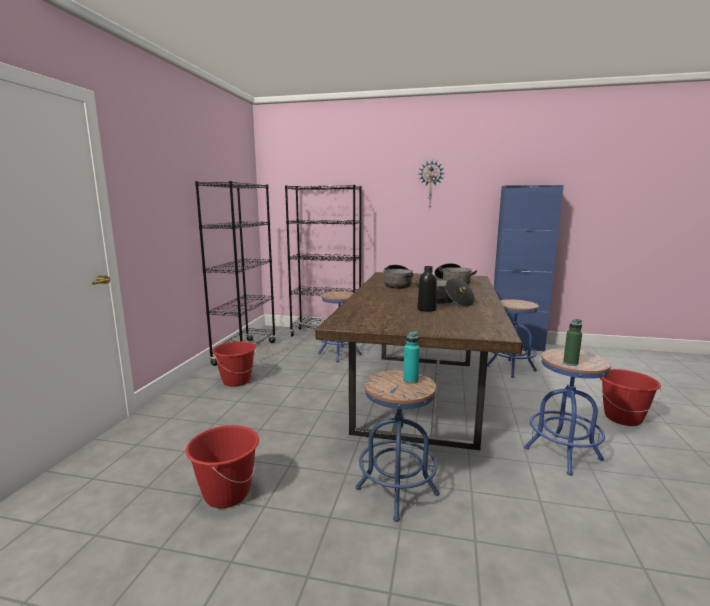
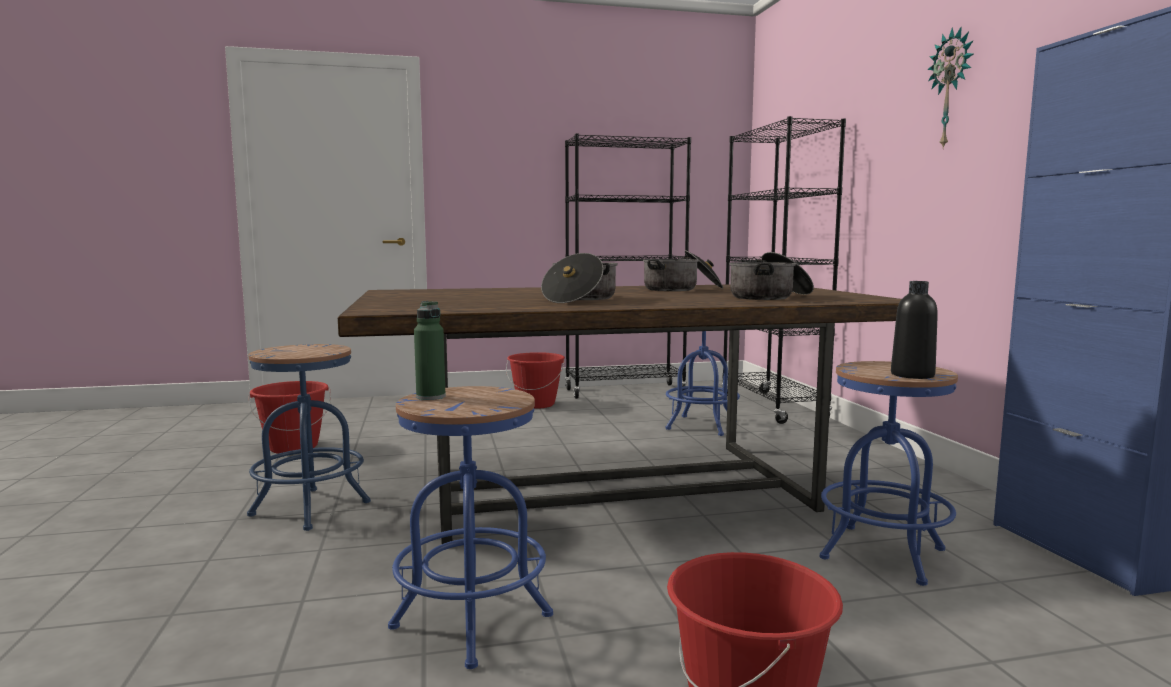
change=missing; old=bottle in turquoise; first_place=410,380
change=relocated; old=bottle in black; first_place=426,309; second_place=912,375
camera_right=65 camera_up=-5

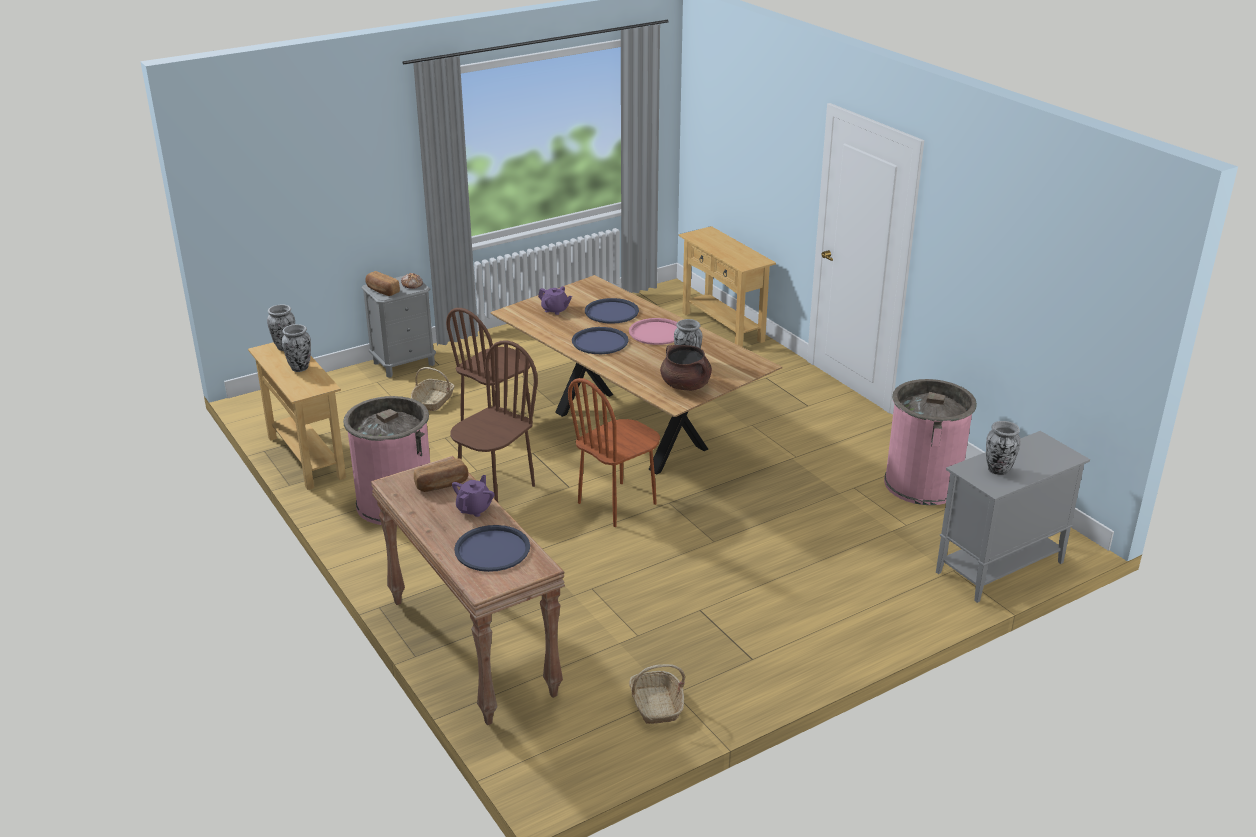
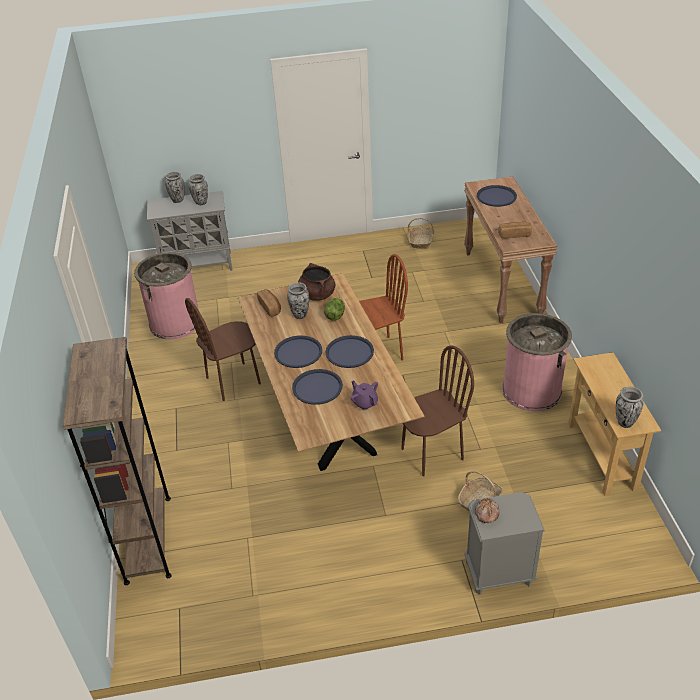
change=relocated; old=vase; first_place=300,368; second_place=178,200
change=relocated; old=bread; first_place=382,291; second_place=270,307
change=relocated; old=chair in brown; first_place=496,489; second_place=233,381
change=missing; old=teapot in purple; first_place=474,508
change=colour; old=tray in pink; new=tray in blue; first_place=656,332; second_place=298,352
change=exchanged; old=console table in beige; new=bookcase in brown; first_place=722,327; second_place=148,539
change=appeared; new=lettuce; second_place=335,315
camera_right=-155 camera_up=10

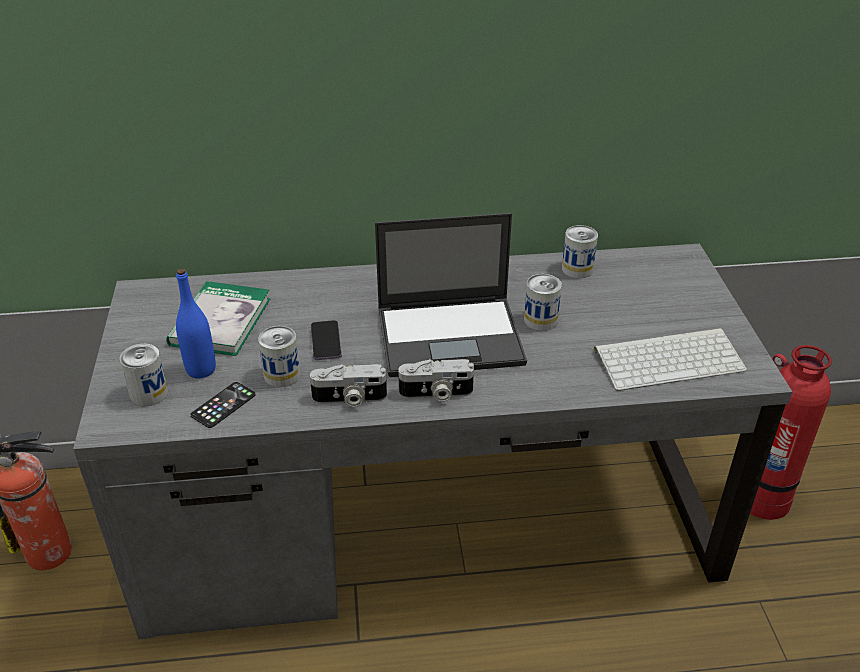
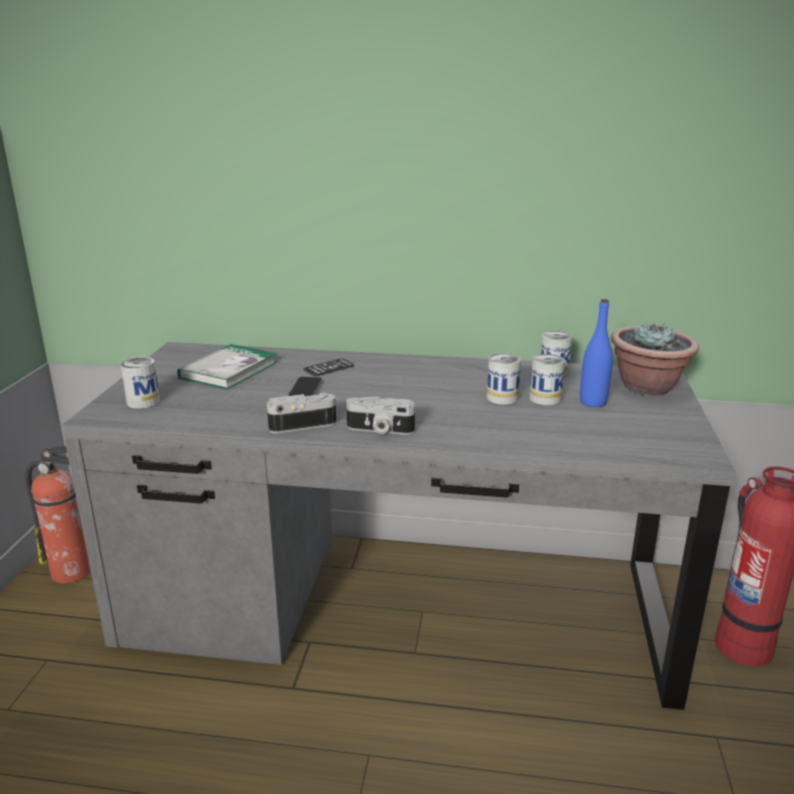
change=relocated; old=bottle in blue; first_place=201,369; second_place=593,402
change=relocated; old=phone; first_place=223,405; second_place=329,368
change=relocated; old=can; first_place=282,375; second_place=545,398
change=spun; old=photo camera; first_place=349,399; second_place=302,424; degrees=150
change=missing; old=laptop; first_place=451,336
change=missing; old=keyboard; first_place=670,358
change=appeared; new=potted plant; second_place=647,387
camera_right=15 camera_up=-15

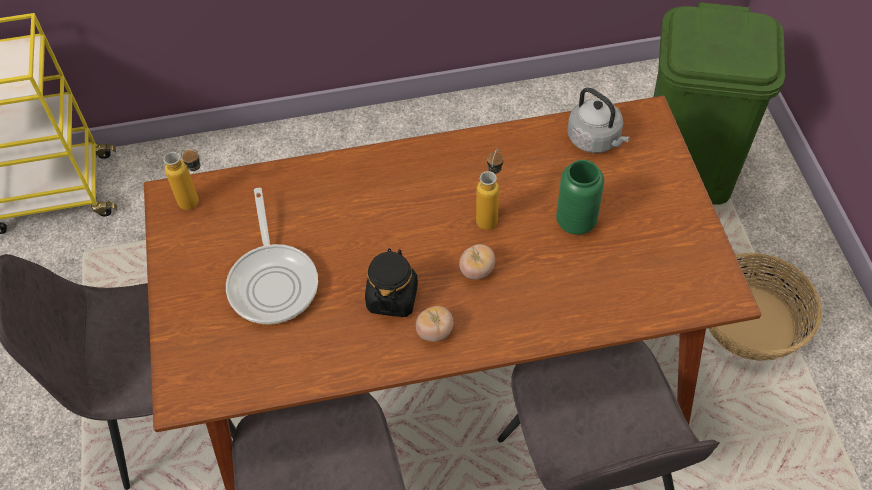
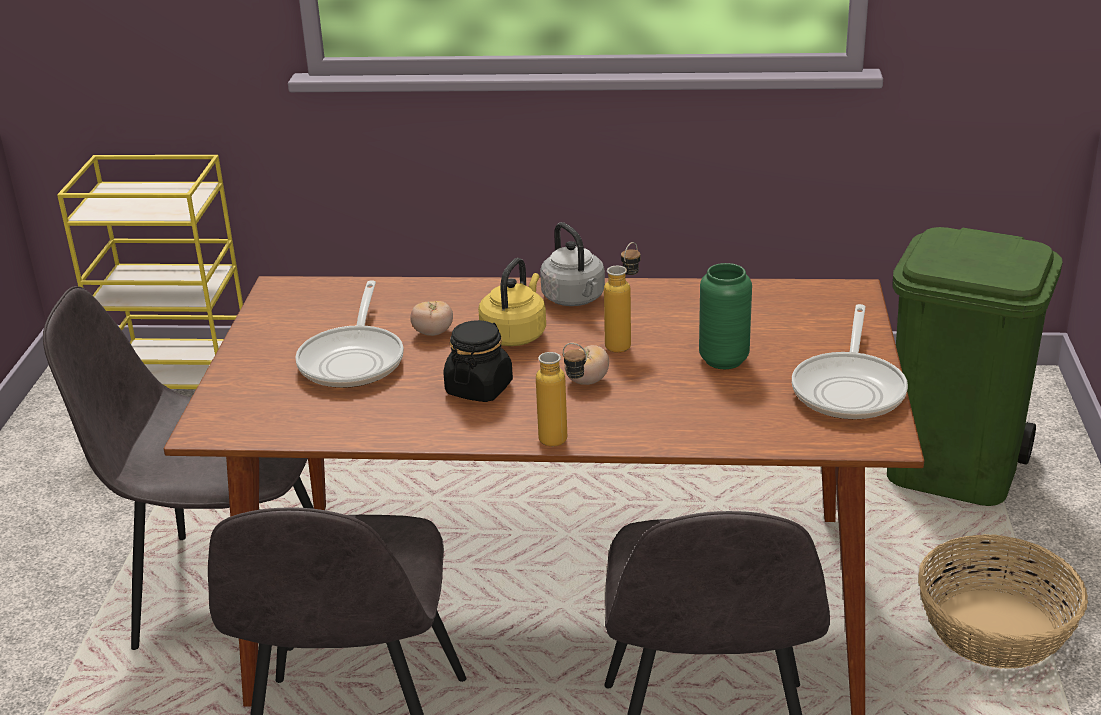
change=relocated; old=bottle; first_place=197,203; second_place=564,442
change=relocated; old=tomato; first_place=435,332; second_place=433,333
change=relocated; old=kettle in grey; first_place=596,140; second_place=575,299
change=appeared; new=kettle in yellow; second_place=515,334
change=appeared; new=frying pan; second_place=850,389
camera_right=15 camera_up=-25

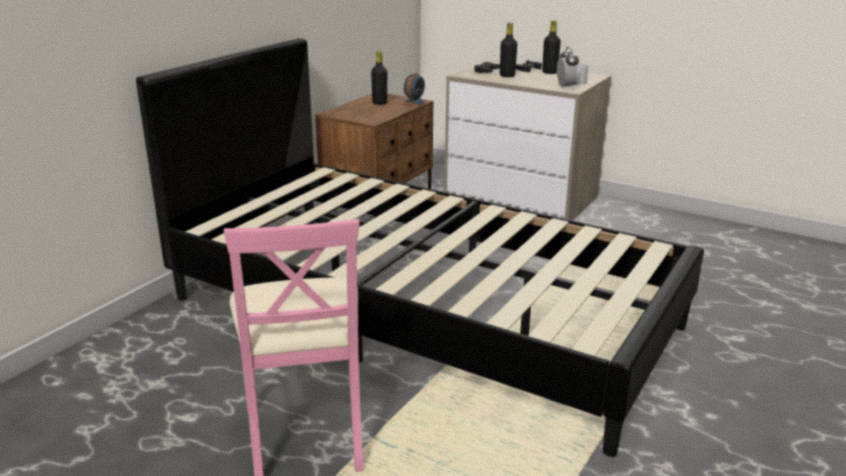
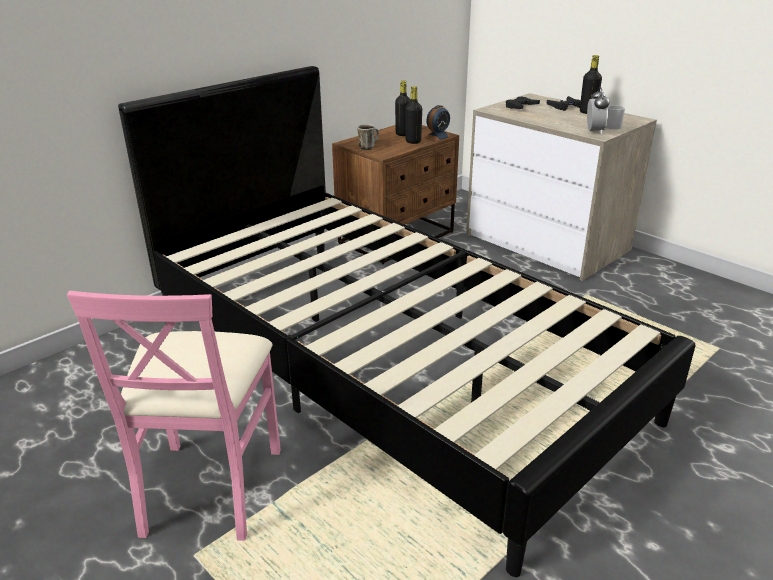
change=relocated; old=bottle in black; first_place=507,76; second_place=413,141
change=appeared; new=mug; second_place=368,147
camera_right=15 camera_up=5

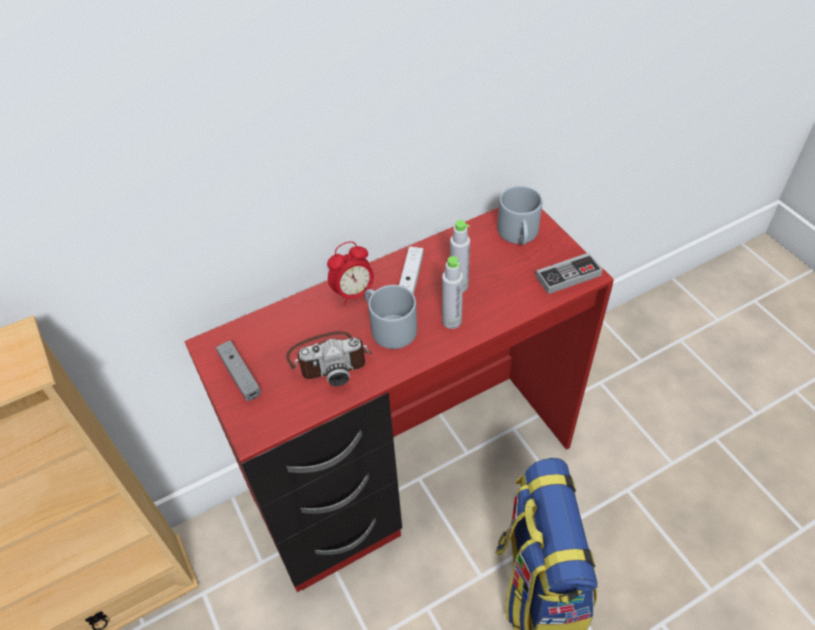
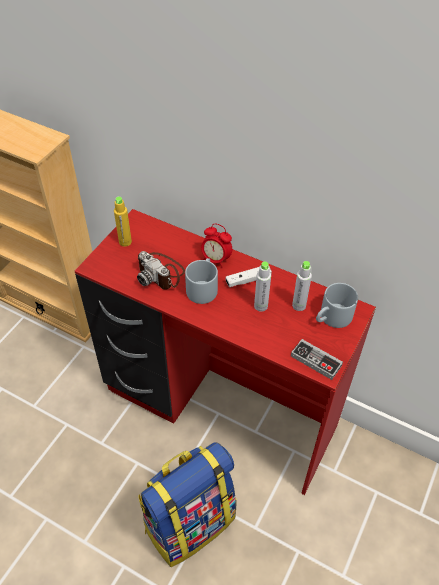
change=exchanged; old=game controller in grey; new=bottle in yellow; first_place=240,375; second_place=125,242
change=relocated; old=bottle in grey; first_place=451,321; second_place=299,305
camera_right=55 camera_up=0

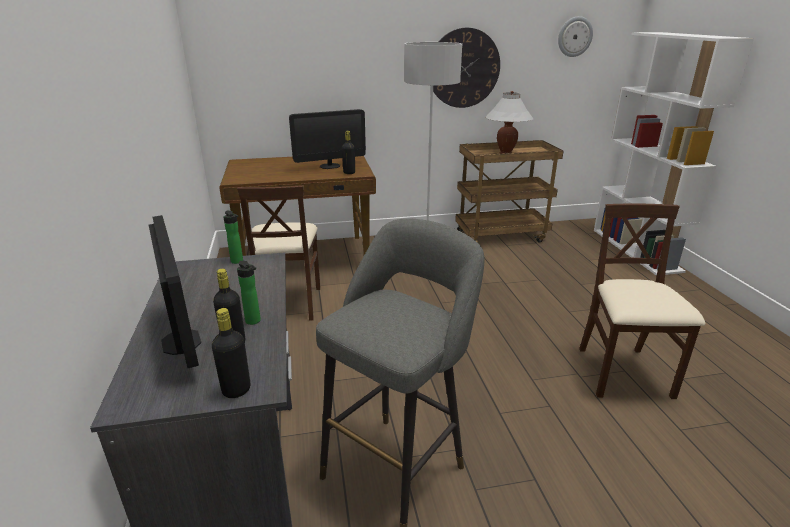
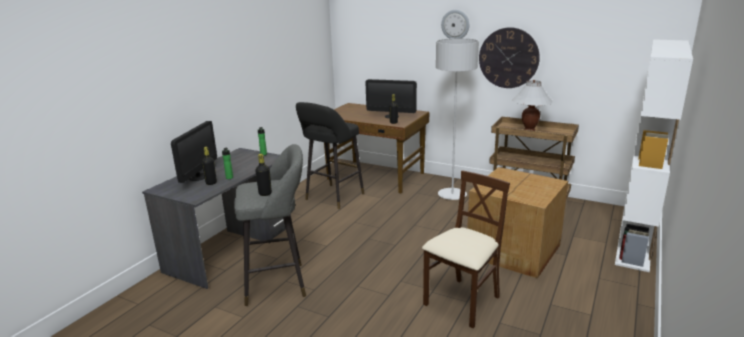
change=relocated; old=bottle in black; first_place=236,390; second_place=265,194
change=exchanged; old=chair in beige; new=stool in black; first_place=289,303; second_place=332,197
change=relocated; old=wall clock; first_place=574,36; second_place=455,24
change=appeared; new=cardboard box; second_place=515,250
camera_right=40 camera_up=-5

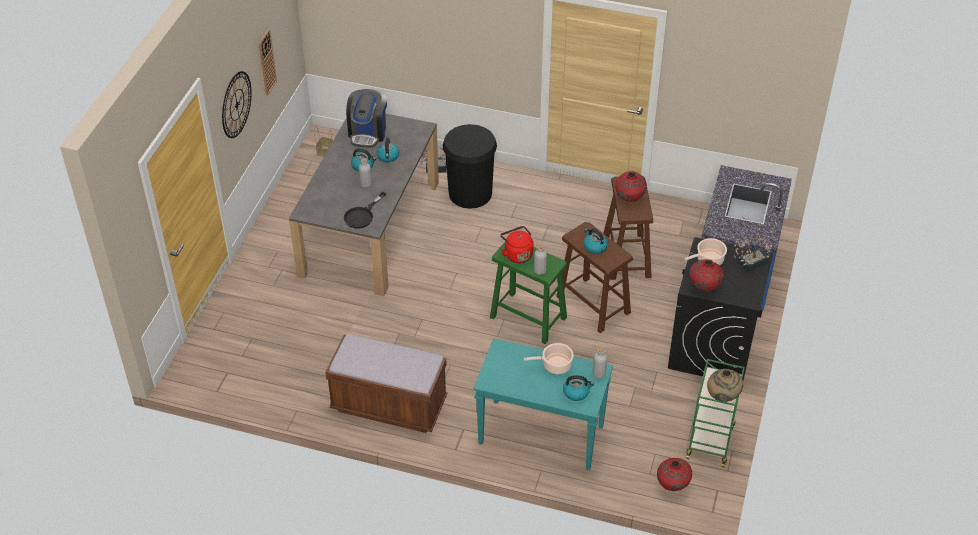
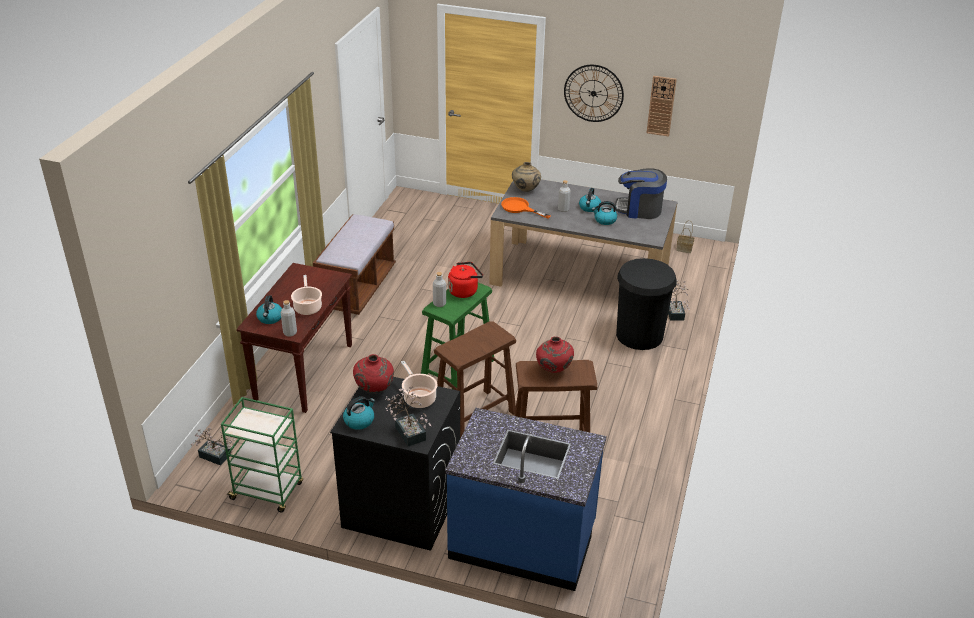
change=colour; old=frying pan in black; new=frying pan in orange; first_place=362,215; second_place=519,208
change=colour; old=console table in turquoise; new=console table in brown; first_place=540,435; second_place=304,372
change=relocated; old=kettle; first_place=594,247; second_place=359,420
change=exchanged; old=vase in red; new=potted plant; first_place=672,485; second_place=217,457
change=relocated; old=vase in beige; first_place=722,397; second_place=525,190
camera_right=90 camera_up=-10

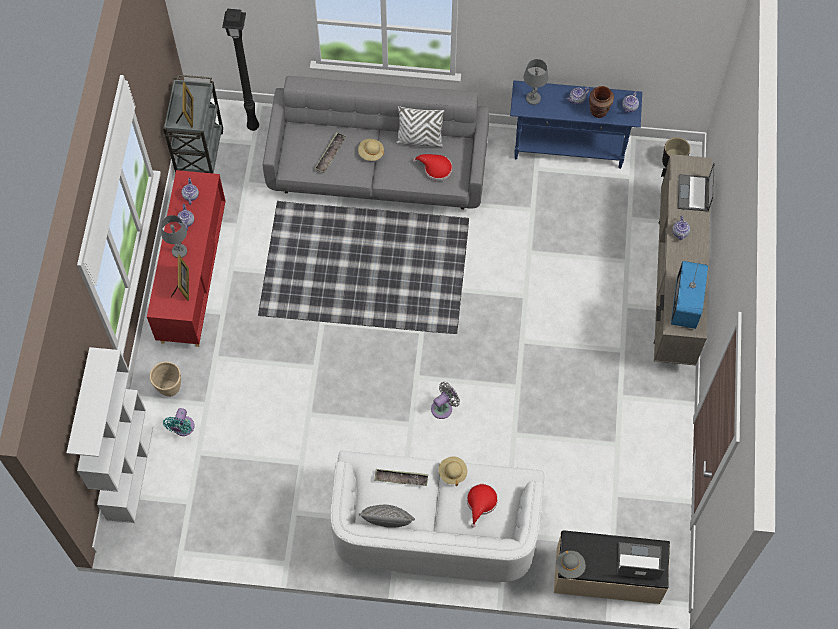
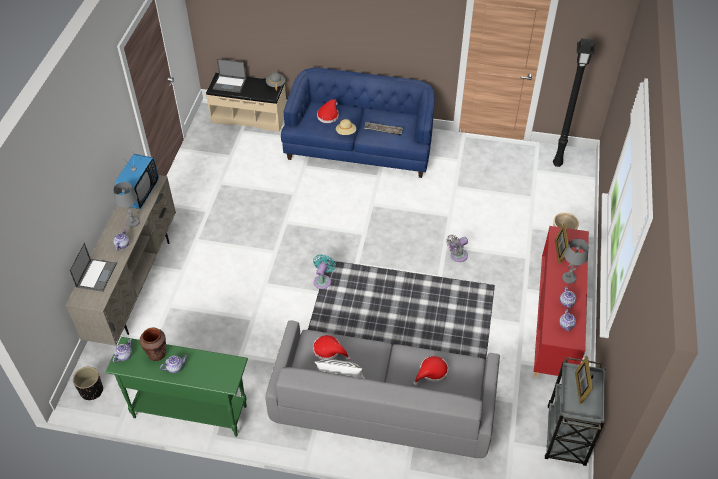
change=missing; old=bookcase in white; first_place=129,472
change=relocated; old=fan in turquoise; first_place=182,428; second_place=323,280
change=relocated; old=floor lamp in black; first_place=254,126; second_place=556,164
change=exchanged; old=tray; new=hat in red; first_place=330,154; second_place=432,372
change=colour; old=sofa in white; new=sofa in blue; first_place=435,526; second_place=360,147
change=missing; old=hat in beige; first_place=371,153
change=missing; old=pillow in grey; first_place=387,523
change=relocated; old=fan in grey; first_place=443,407; second_place=457,256
change=colour; old=console table in blue; new=console table in green; first_place=569,149; second_place=189,411
change=relocated; old=table lamp in grey; first_place=533,98; second_place=132,222
camera_right=-175 camera_up=-15

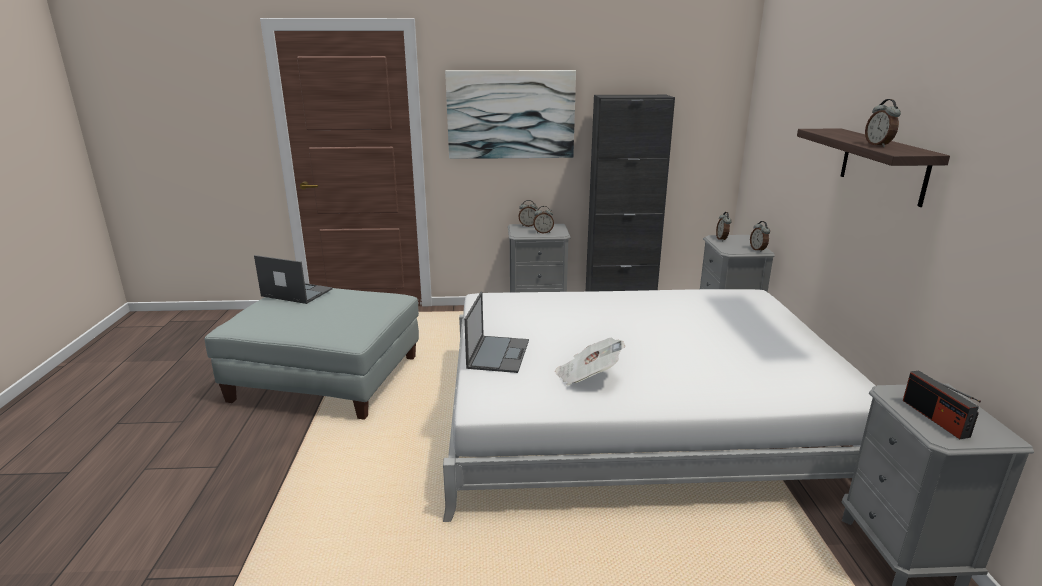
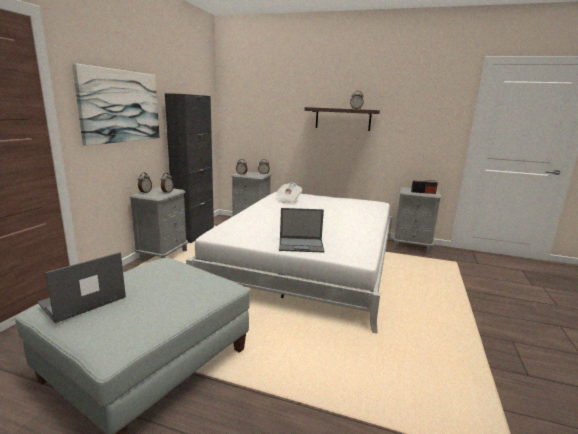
change=spun; old=laptop; first_place=498,353; second_place=301,245; degrees=150
change=relocated; old=newspaper; first_place=587,376; second_place=287,200
camera_right=-70 camera_up=-5

